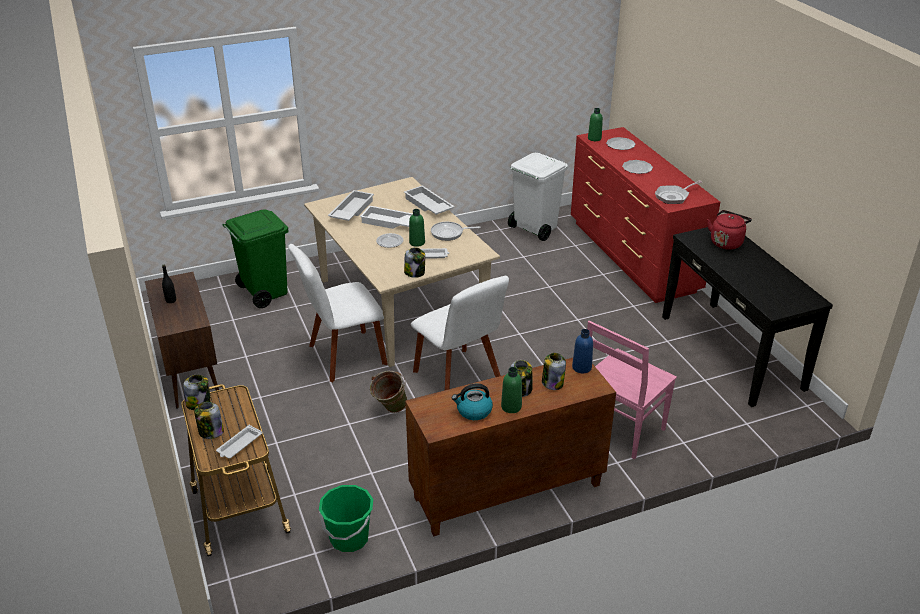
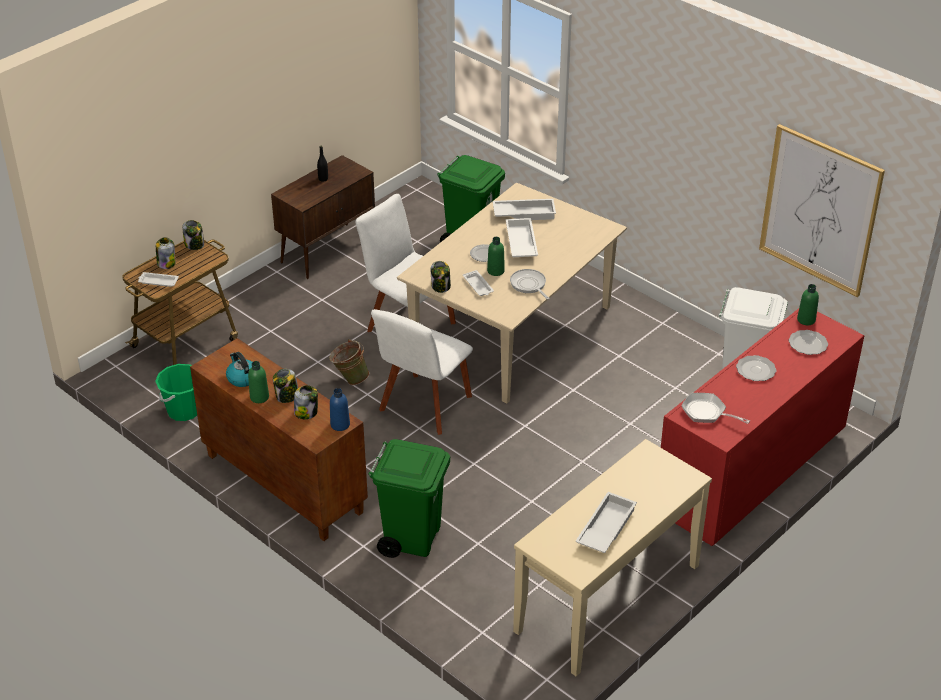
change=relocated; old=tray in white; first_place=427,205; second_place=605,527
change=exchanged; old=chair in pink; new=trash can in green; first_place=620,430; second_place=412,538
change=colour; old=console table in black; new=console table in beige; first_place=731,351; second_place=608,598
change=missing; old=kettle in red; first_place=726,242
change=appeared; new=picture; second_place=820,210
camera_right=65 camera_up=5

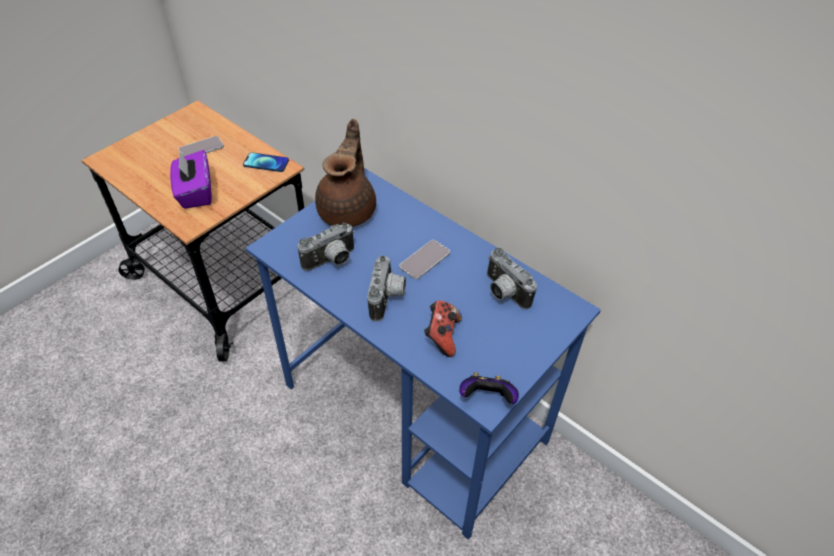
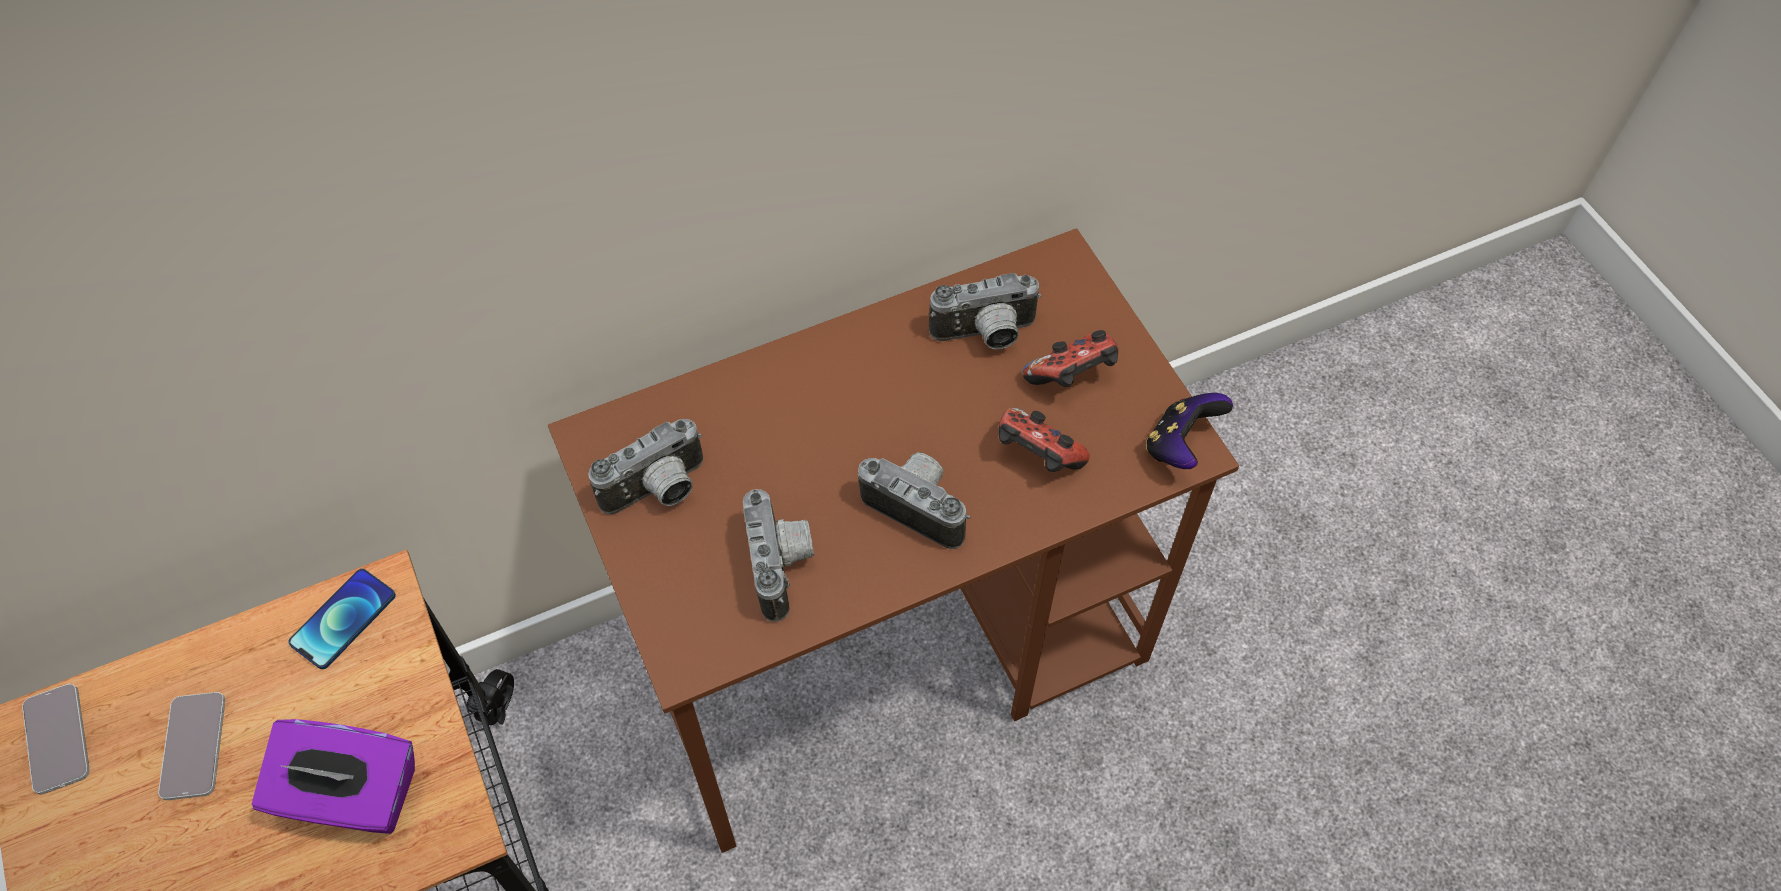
change=colour; old=desk in blue; new=desk in brown; first_place=415,414; second_place=894,647
change=exchanged; old=teapot in brown; new=photo camera; first_place=348,210; second_place=658,491
change=relocated; old=phone; first_place=424,260; second_place=57,739
change=appeared; new=game controller; second_place=1072,377
camera_right=-65 camera_up=10

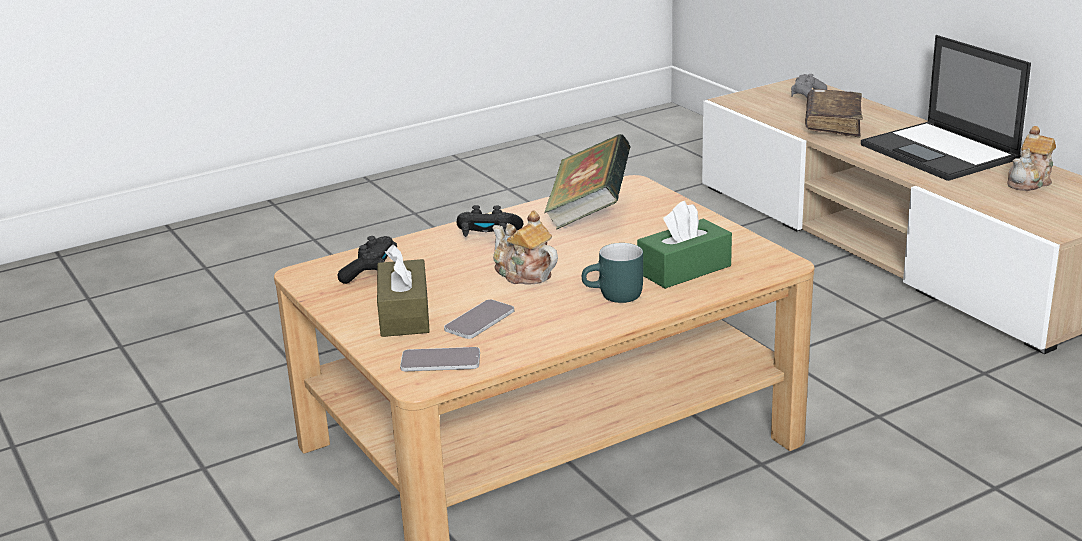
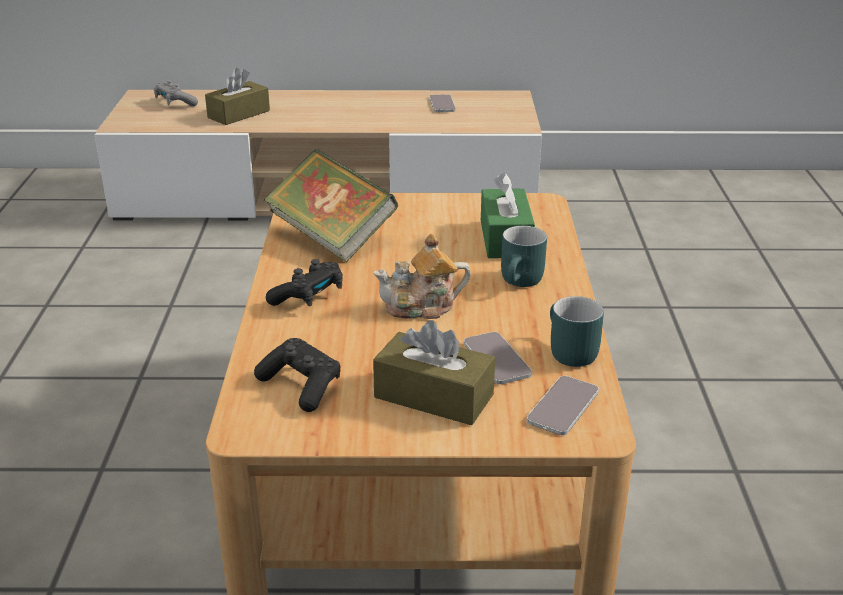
change=exchanged; old=book in brown; new=tissue box in brown; first_place=833,123; second_place=239,114
change=missing; old=laptop; first_place=941,152
change=exchanged; old=teapot; new=phone; first_place=1030,182; second_place=442,104
change=appeared; new=mug in turquoise; second_place=566,352
camera_right=-60 camera_up=5

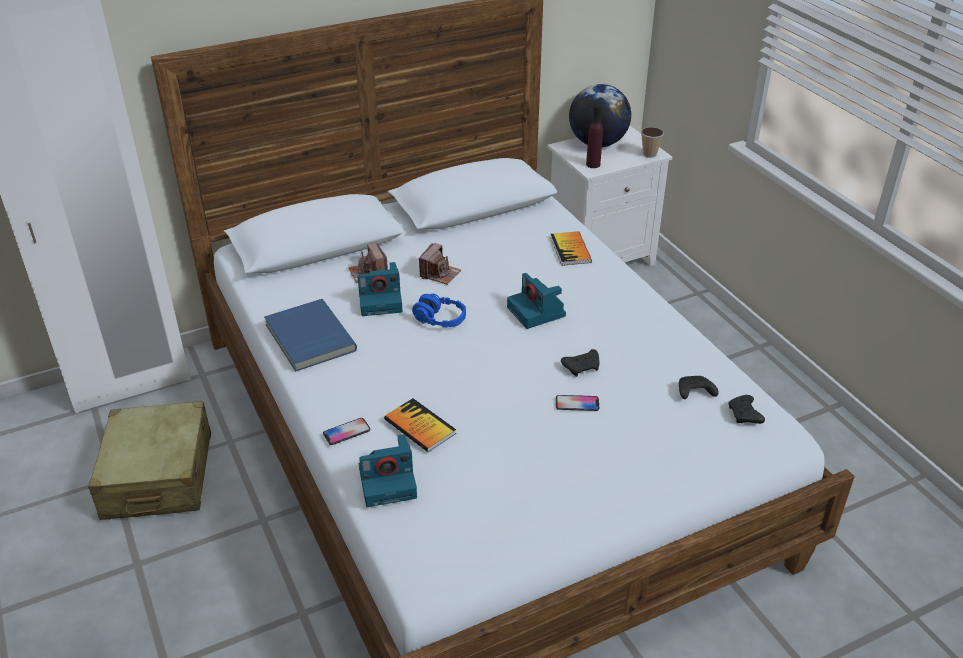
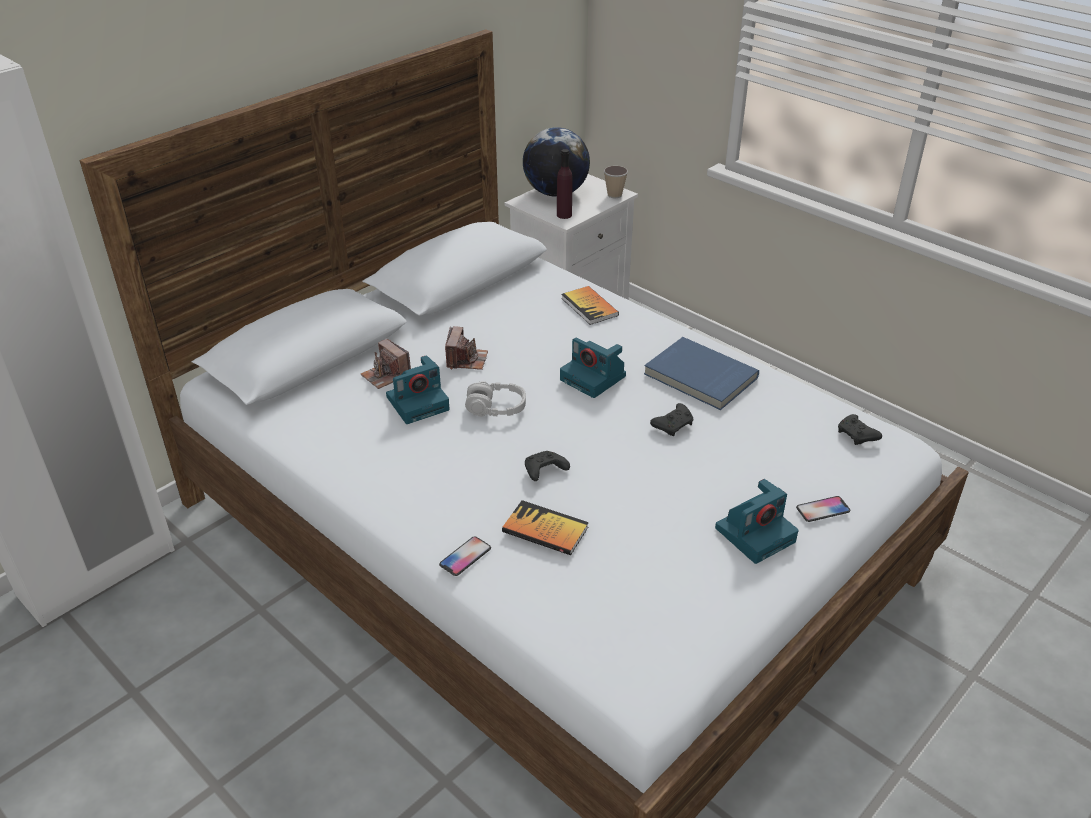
change=missing; old=suitcase in beige; first_place=158,476
change=relocated; old=book in blue; first_place=308,338; second_place=699,377
change=relocated; old=photo camera; first_place=389,482; second_place=755,533
change=colour; old=headphones in blue; new=headphones in grey; first_place=440,319; second_place=496,408
change=relocated; old=phone; first_place=577,404; second_place=823,510
change=relocated; old=game controller in black; first_place=694,393; second_place=544,471
camera_right=-20 camera_up=0

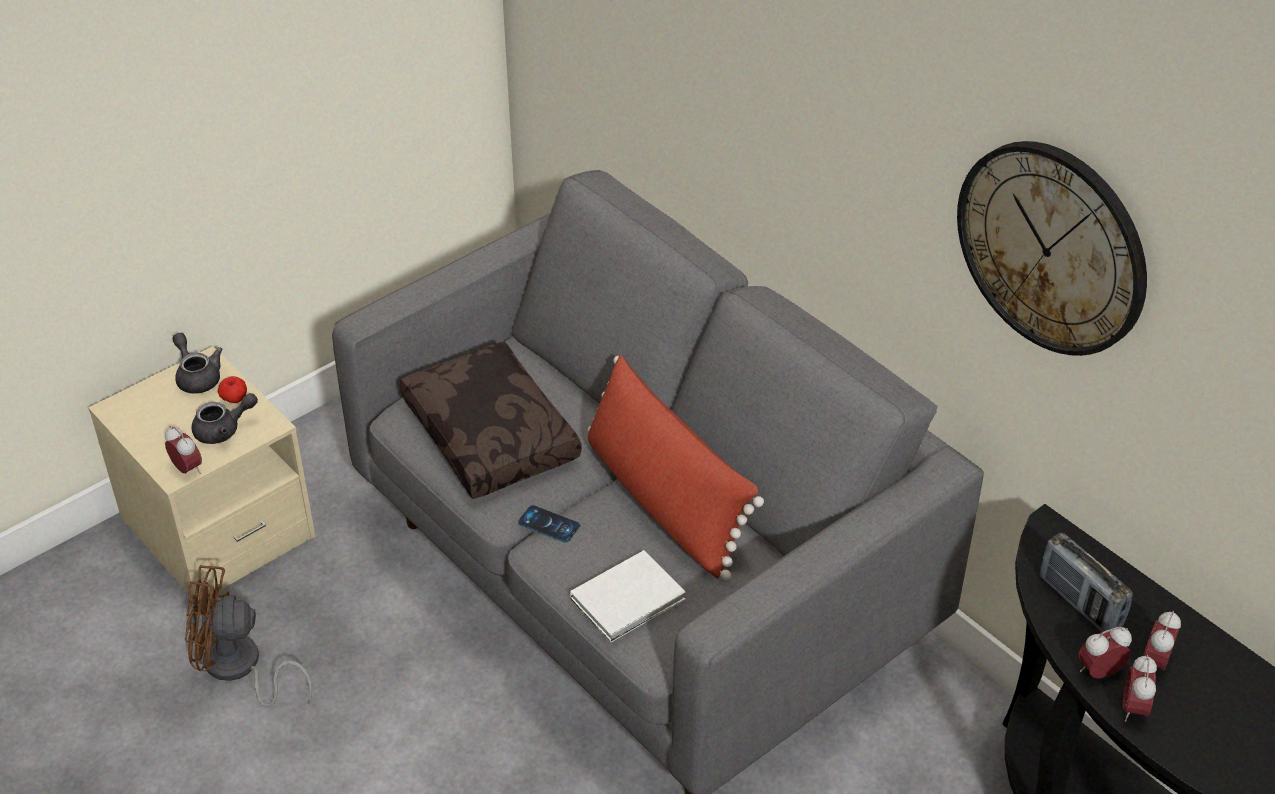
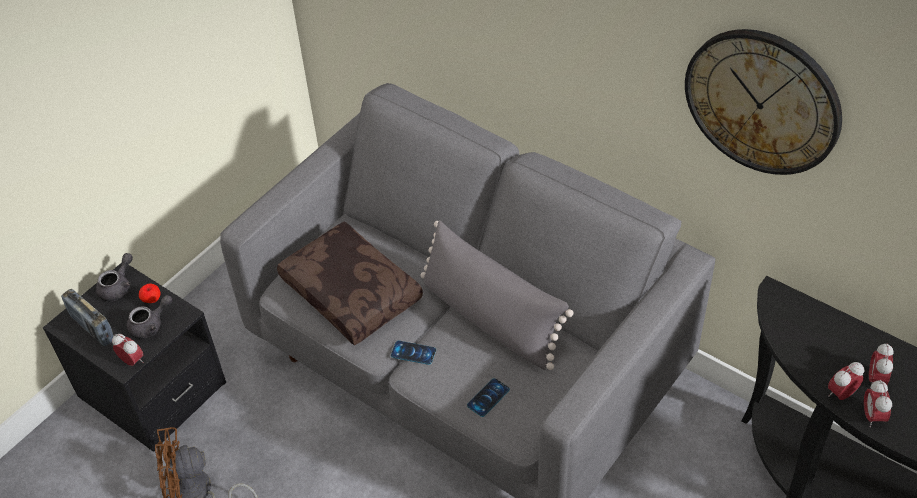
change=colour; old=nightstand in beige; new=nightstand in black; first_place=217,528; second_place=152,390
change=spun; old=teapot in grey; first_place=197,376; second_place=118,287; degrees=75
change=exchanged; old=book in white; new=phone; first_place=631,598; second_place=488,397
change=colour; old=pillow in red; new=pillow in grey; first_place=664,501; second_place=490,318
change=relocated; old=radio; first_place=1079,603; second_place=92,328
camera_right=-10 camera_up=5

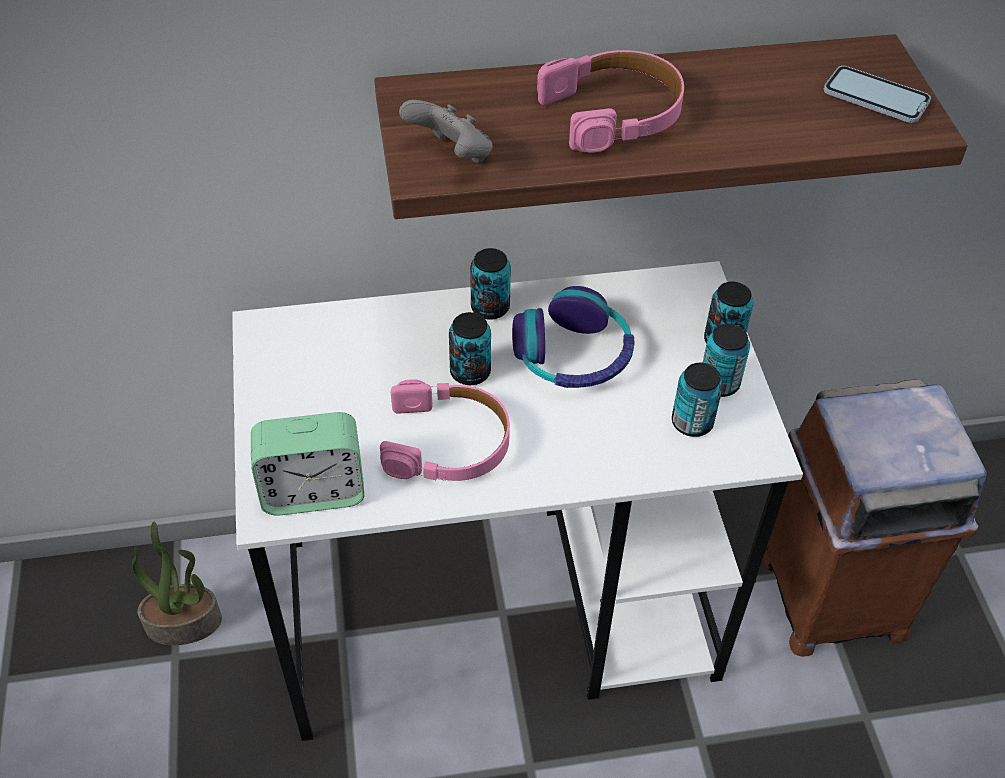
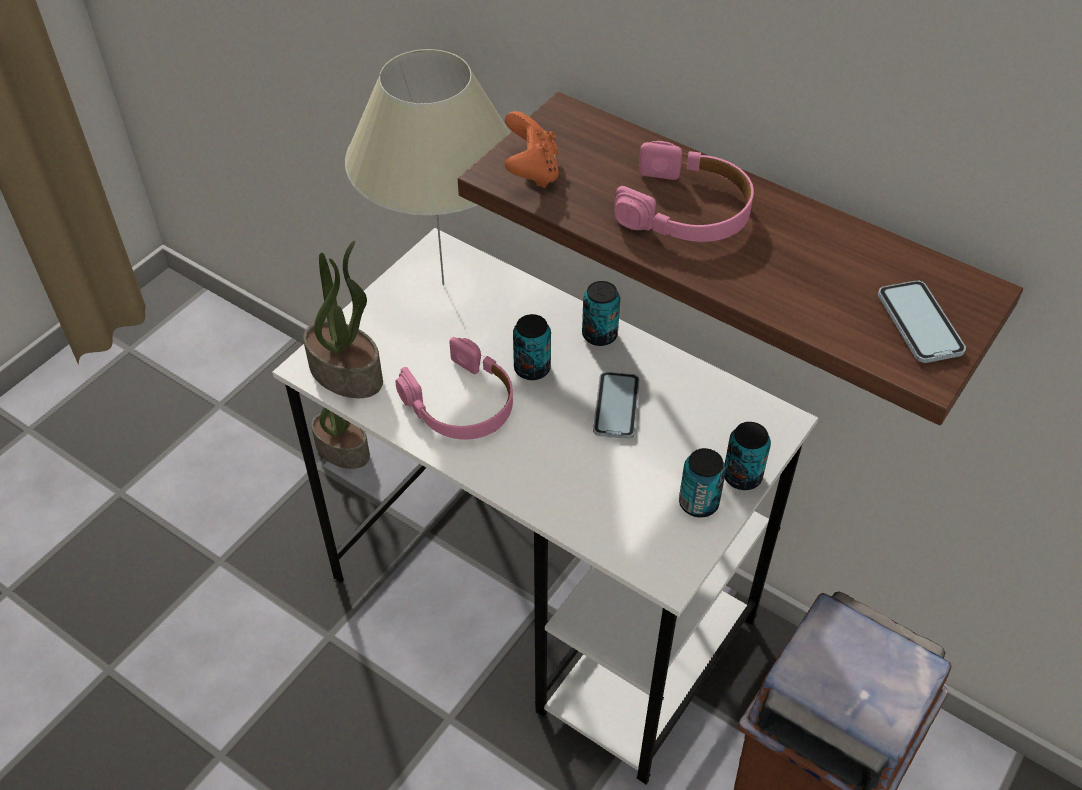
change=exchanged; old=alarm clock; new=potted plant; first_place=313,492; second_place=347,373
change=colour; old=game controller in grey; new=game controller in orange; first_place=451,156; second_place=531,172
change=exchanged; old=headphones; new=phone; first_place=573,355; second_place=616,407
change=missing; old=can; first_place=692,422
change=appeared; new=table lamp in beige; second_place=444,285
camera_right=45 camera_up=0

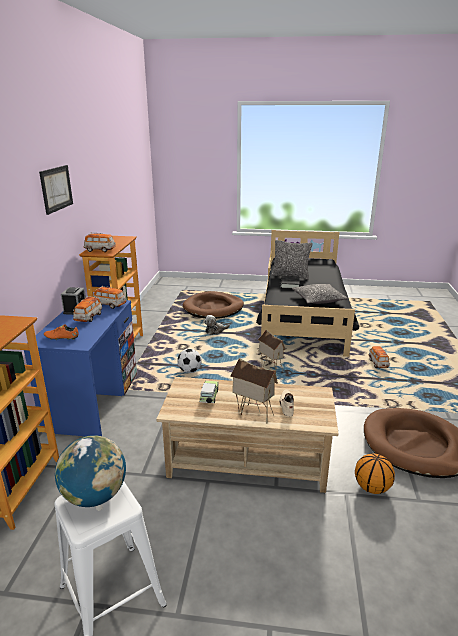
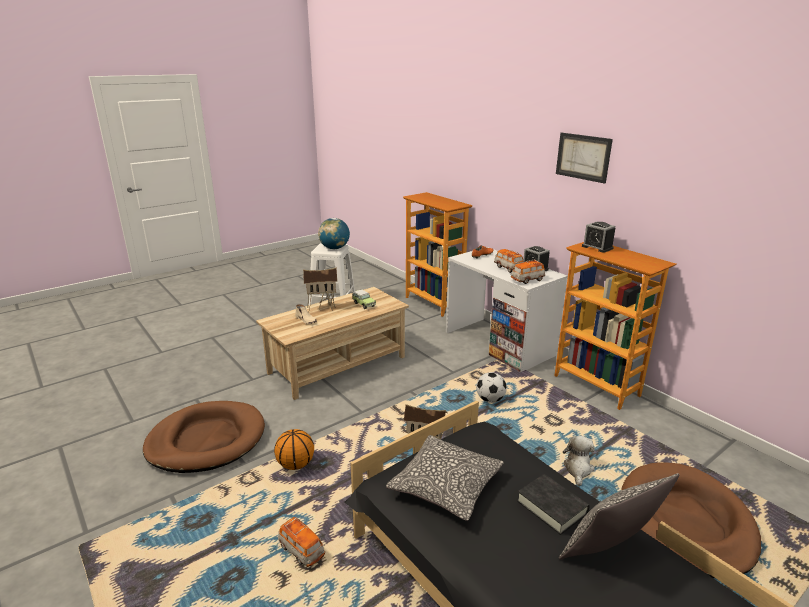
change=colour; old=desk in blue; new=desk in white; first_place=93,400; second_place=499,343
change=exchanged; old=toy car; new=alarm clock; first_place=100,250; second_place=597,247
change=relocated; old=basketball; first_place=372,487; second_place=295,465
camera_right=135 camera_up=0

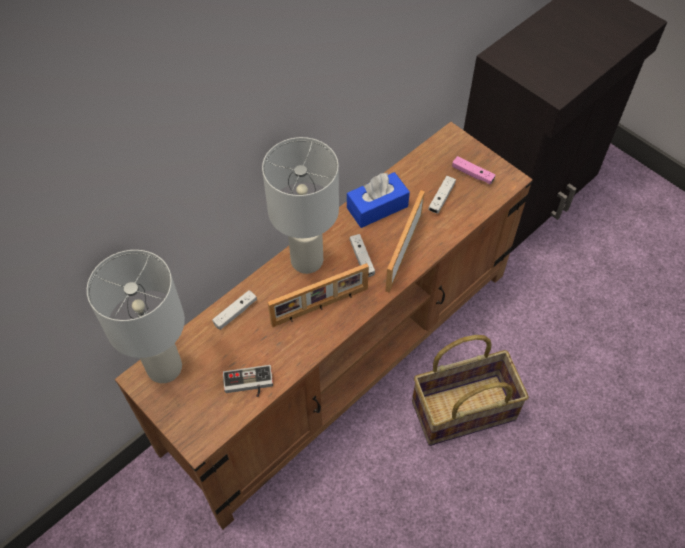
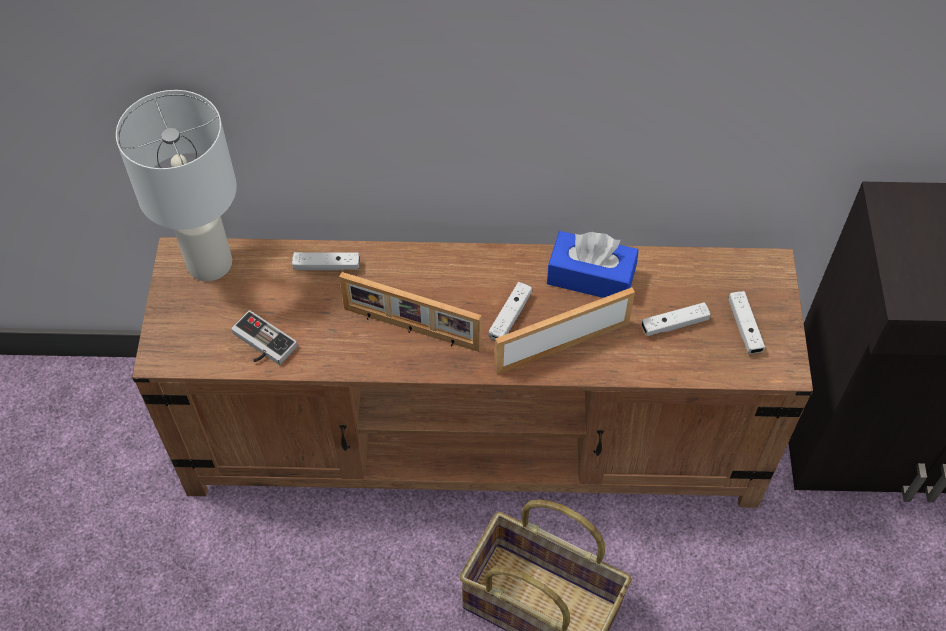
change=missing; old=table lamp in white; first_place=308,259
change=colour; old=game controller in pink; new=game controller in white; first_place=472,174; second_place=744,327
camera_right=45 camera_up=0

